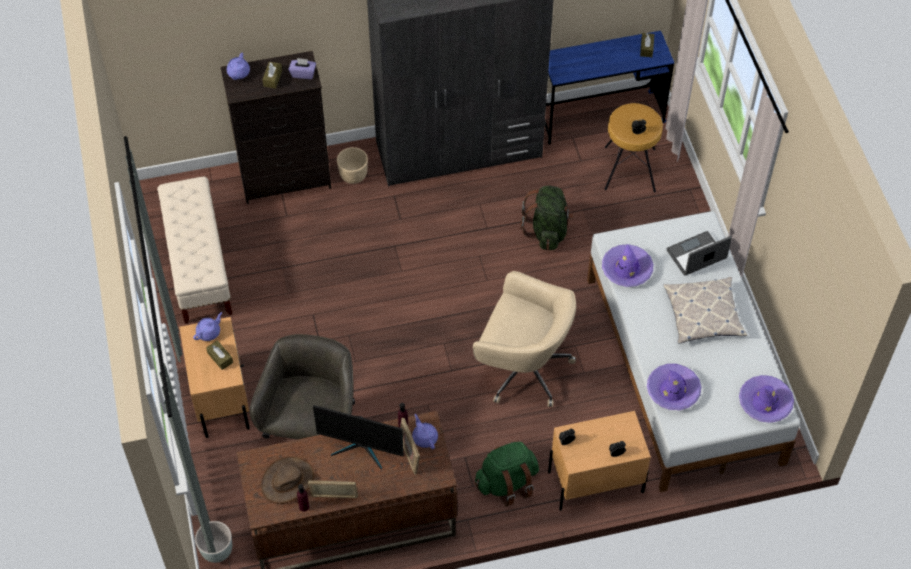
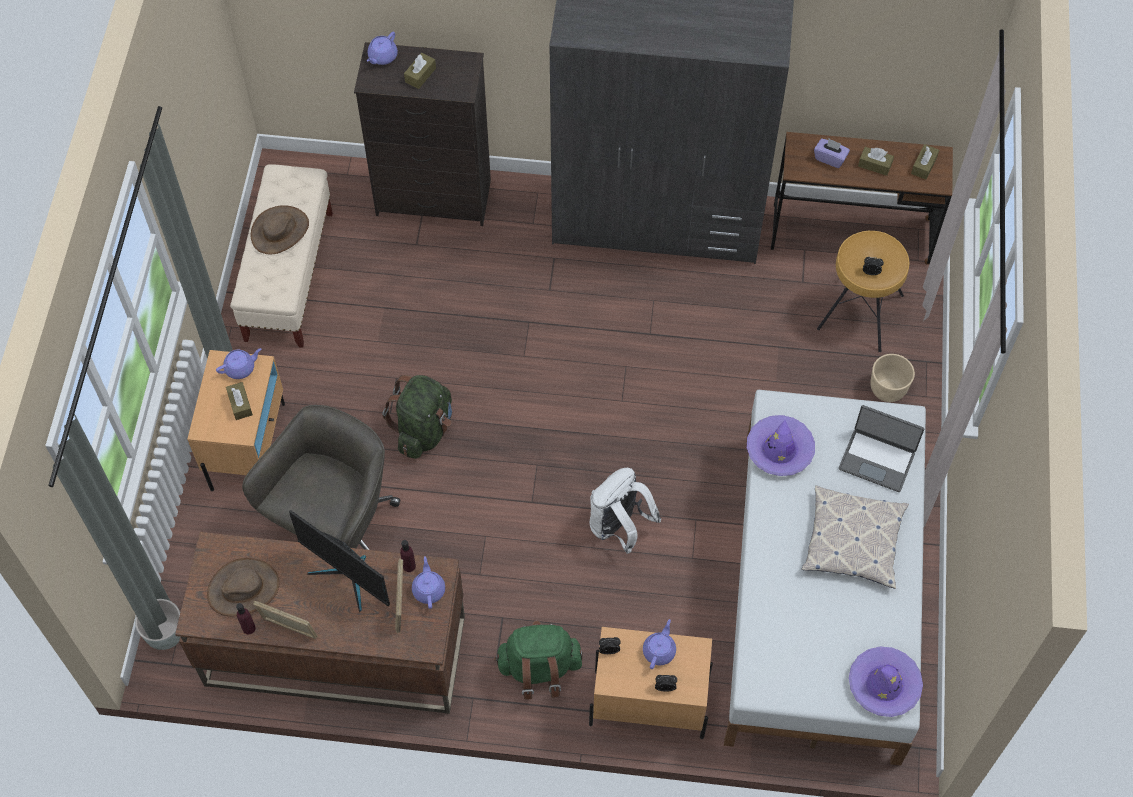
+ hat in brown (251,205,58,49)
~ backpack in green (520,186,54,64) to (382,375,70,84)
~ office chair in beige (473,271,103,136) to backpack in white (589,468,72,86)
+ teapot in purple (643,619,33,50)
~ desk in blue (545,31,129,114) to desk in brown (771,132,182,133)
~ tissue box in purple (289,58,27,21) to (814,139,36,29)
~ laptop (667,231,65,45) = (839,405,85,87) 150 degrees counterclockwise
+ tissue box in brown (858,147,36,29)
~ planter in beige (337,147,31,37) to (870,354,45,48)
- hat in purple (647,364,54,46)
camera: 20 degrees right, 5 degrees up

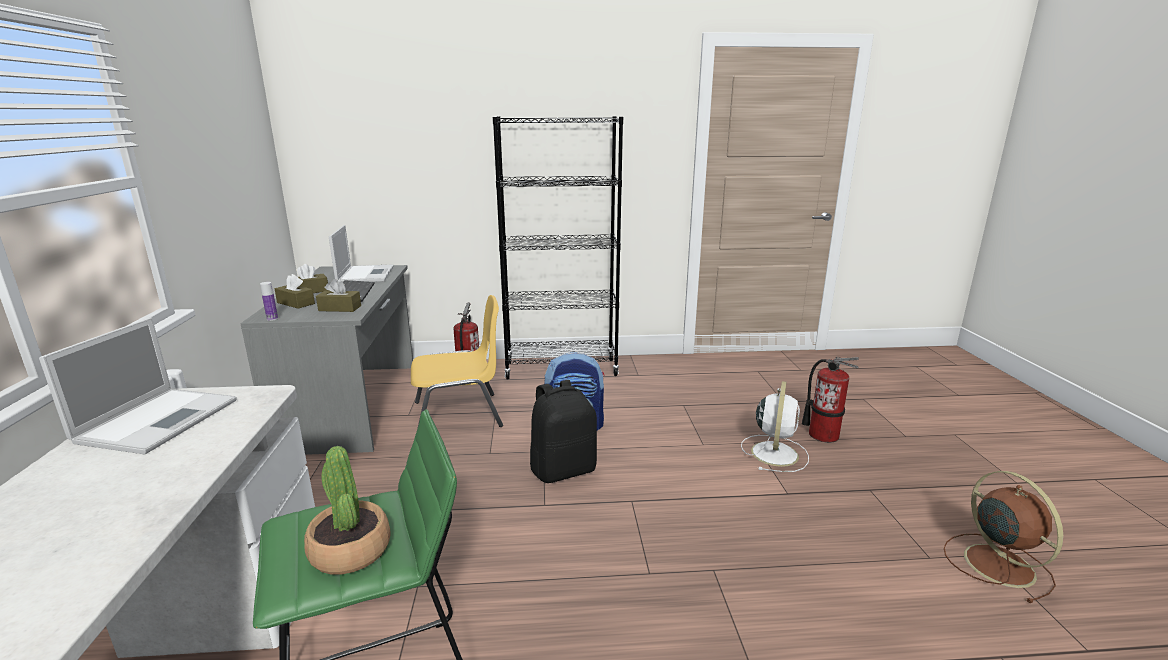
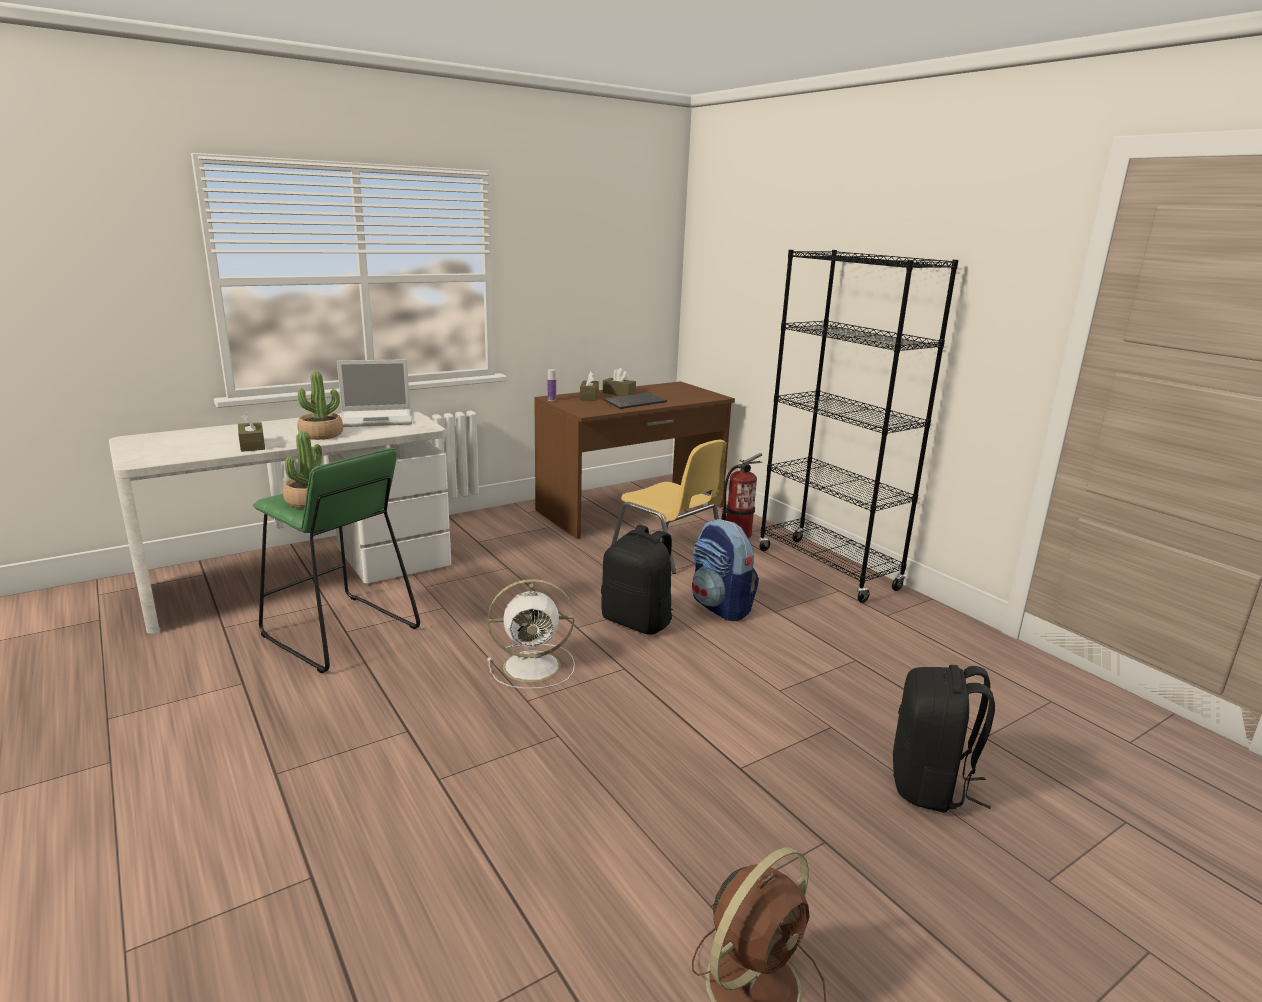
~ tissue box in brown (316,279,45,33) to (238,411,27,41)
+ potted plant (297,371,46,69)
~ fan in white (741,381,68,91) to (487,579,88,110)
~ desk in grey (240,265,173,190) to desk in brown (535,381,200,158)
~ fire extinguisher (802,357,57,86) to backpack in black (893,665,102,148)
- laptop (329,225,65,57)
camera: 60 degrees right, 0 degrees up

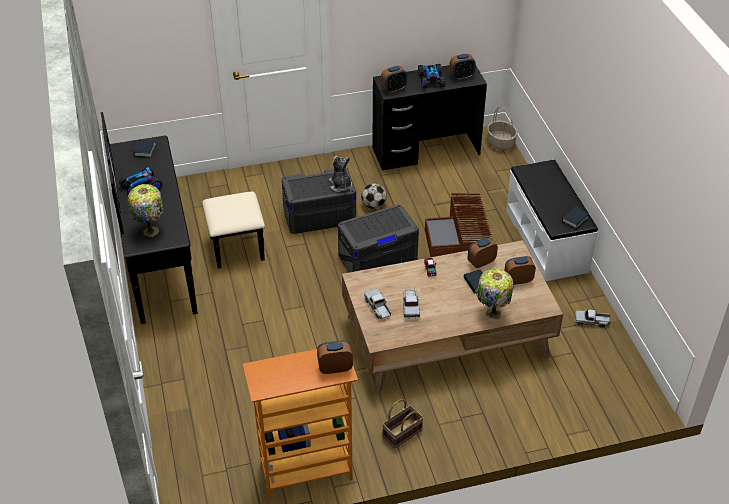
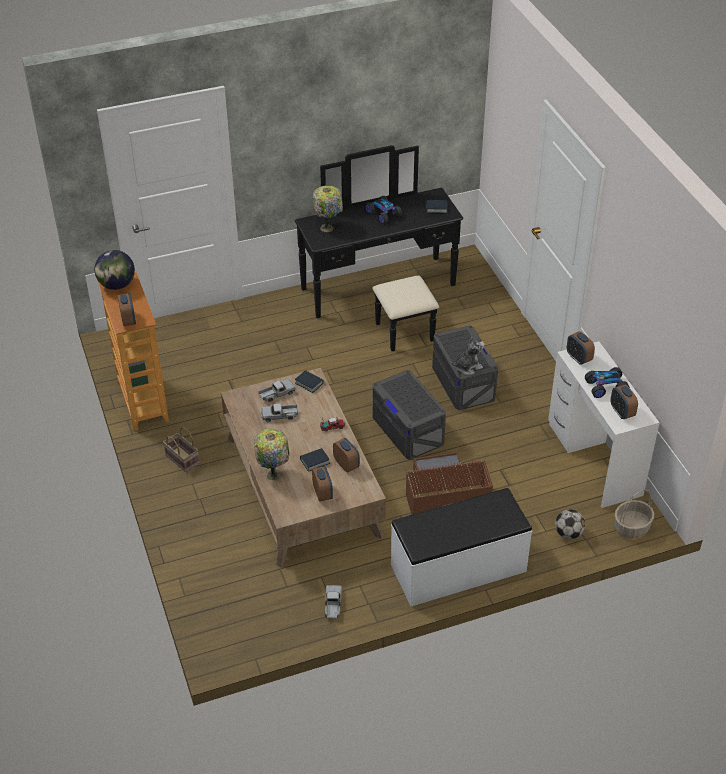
+ globe (95,250,40,40)
~ book (562,207,27,22) to (295,370,29,23)
~ desk in black (372,65,115,106) to desk in white (548,341,112,167)
~ football (361,183,26,26) to (555,509,30,31)
camera: 85 degrees right, 0 degrees up

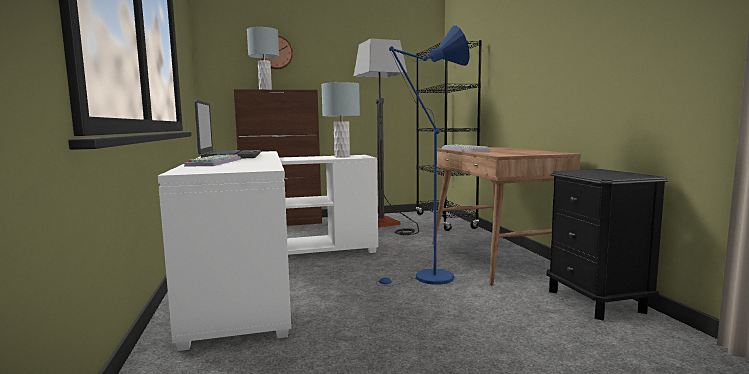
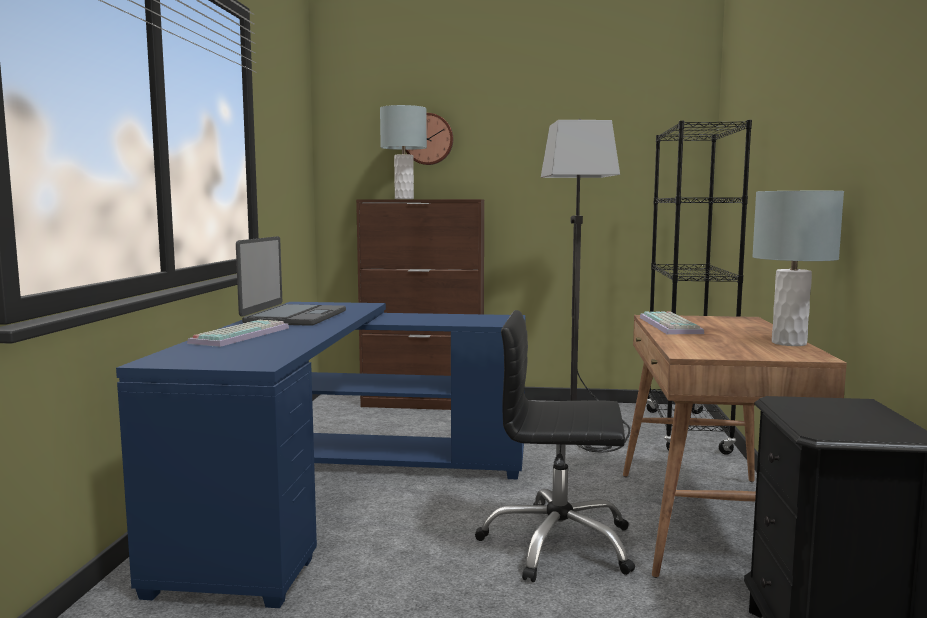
~ desk in white (158,151,220,200) to desk in blue (116,302,409,306)
~ floor lamp in blue (379,26,91,260) to office chair in black (475,310,160,272)
~ table lamp in grey (321,82,39,76) to (752,191,92,155)
camera: 20 degrees right, 0 degrees up

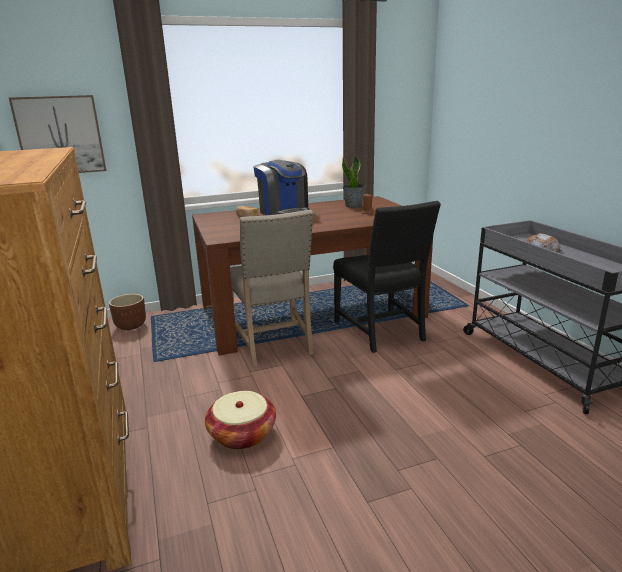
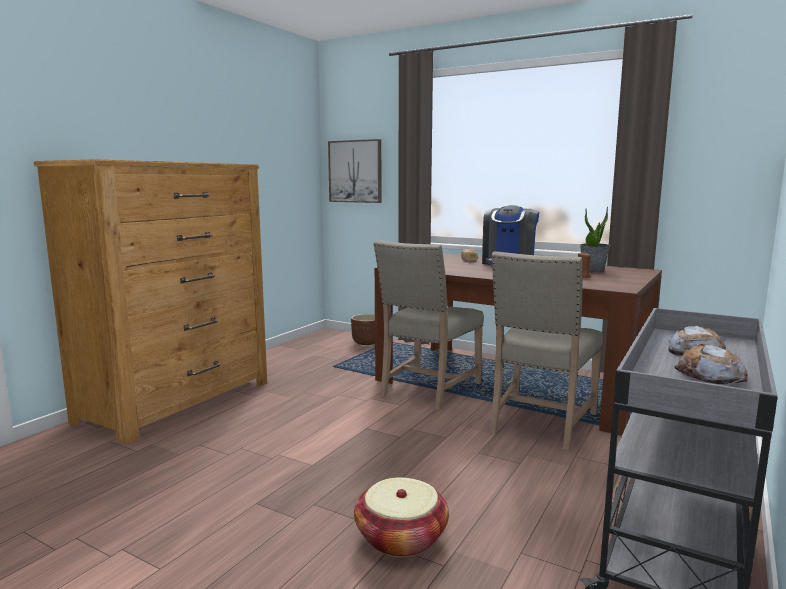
~ basket (205,391,71,59) to (354,478,95,79)
~ chair in black (333,201,108,152) to chair in beige (490,251,113,199)
+ bread (674,344,74,40)
camera: 50 degrees right, 10 degrees down

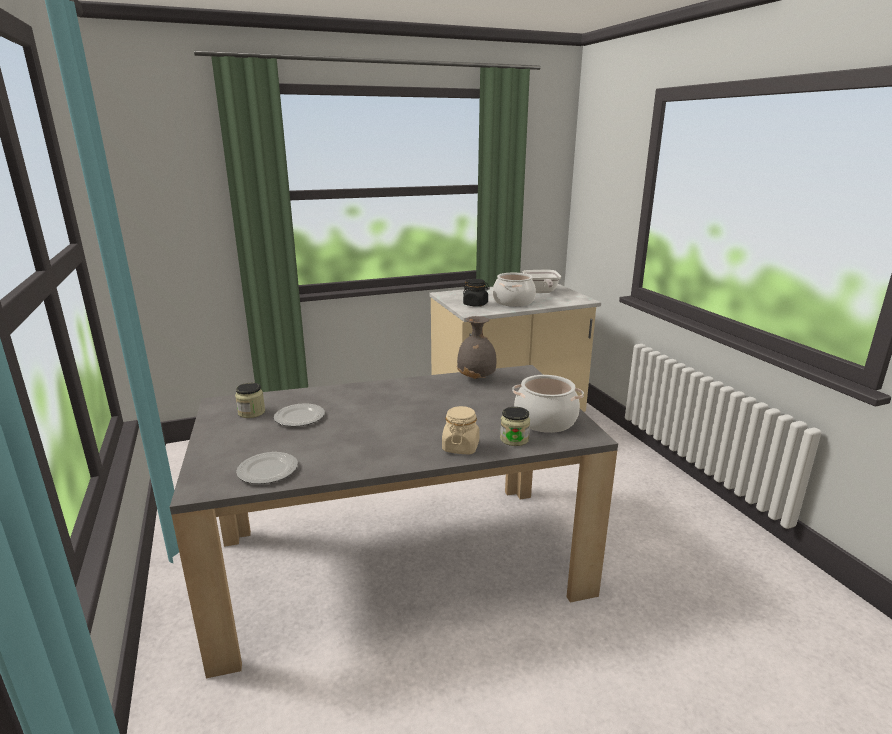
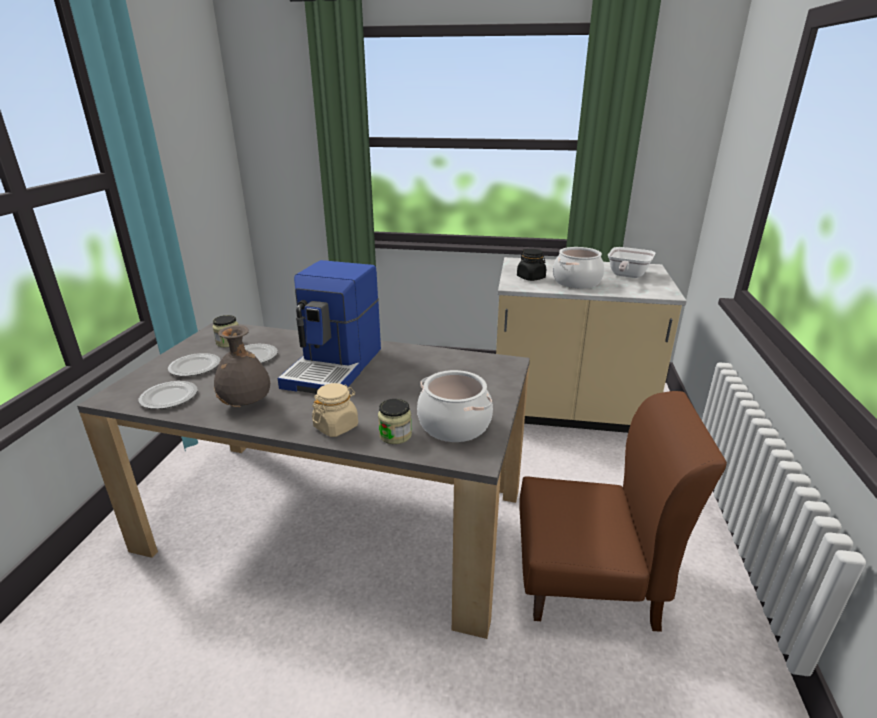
+ plate (168,353,53,23)
~ vase in grey (457,316,40,63) to (214,325,56,82)
+ coffee machine (277,260,104,134)
+ chair in brown (519,391,208,241)
camera: 30 degrees right, 5 degrees up

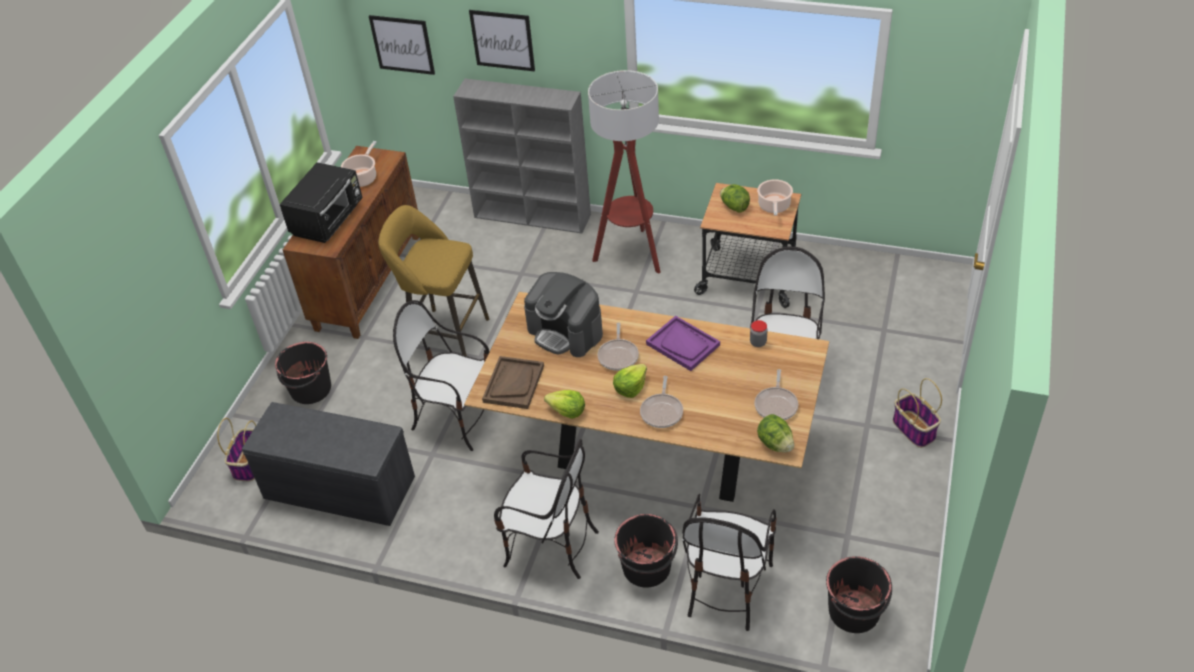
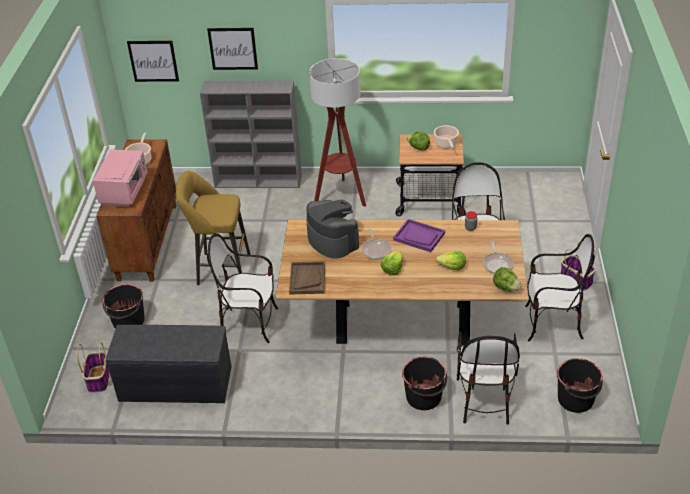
~ microwave in black (280,162,83,81) to microwave in pink (93,149,55,58)
~ coffee machine (524,272,79,85) = (306,199,53,60) 150 degrees counterclockwise
~ lettuce (544,390,41,29) to (436,251,30,20)
~ chair (494,439,105,140) to (525,234,69,107)
- frying pan (640,376,43,52)
camera: 15 degrees left, 5 degrees down

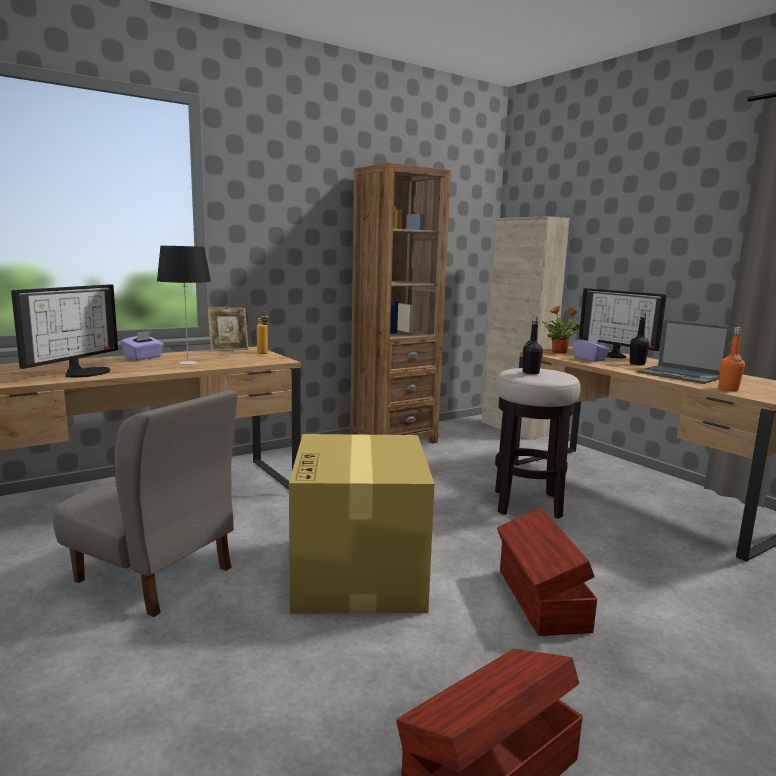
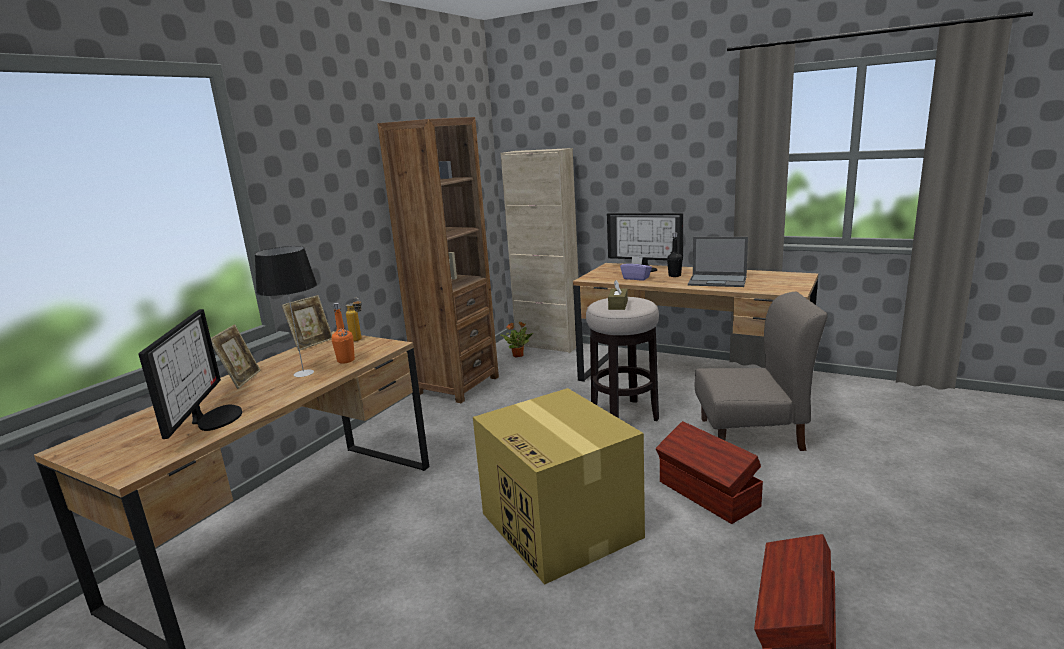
~ tissue box in purple (121,331,43,30) to picture frame (211,324,50,65)
~ bottle in orange (719,327,26,64) to (331,303,24,61)
~ potted plant (541,306,44,48) to (500,322,33,36)
~ bottle in black (523,316,20,58) to tissue box in brown (608,280,20,30)
~ chair in grey (53,390,184,227) to (695,292,133,159)
camera: 25 degrees left, 5 degrees up

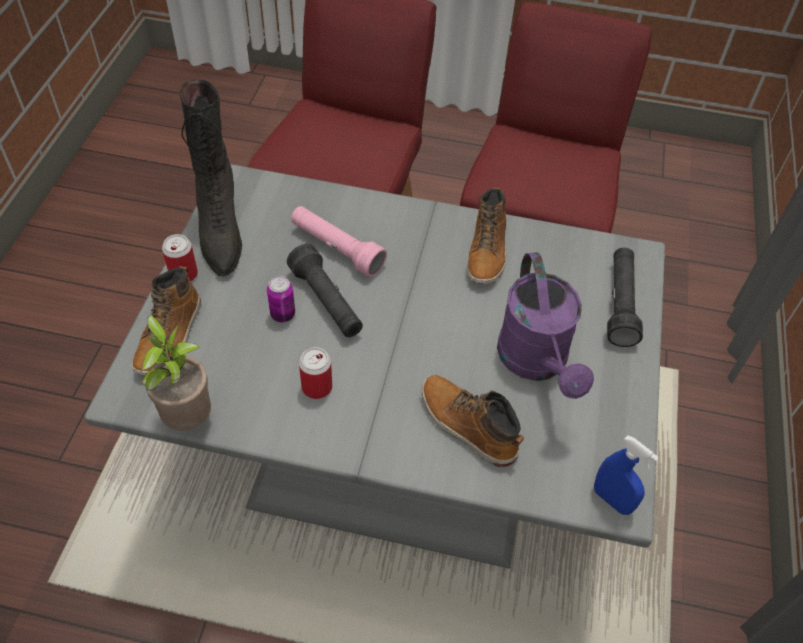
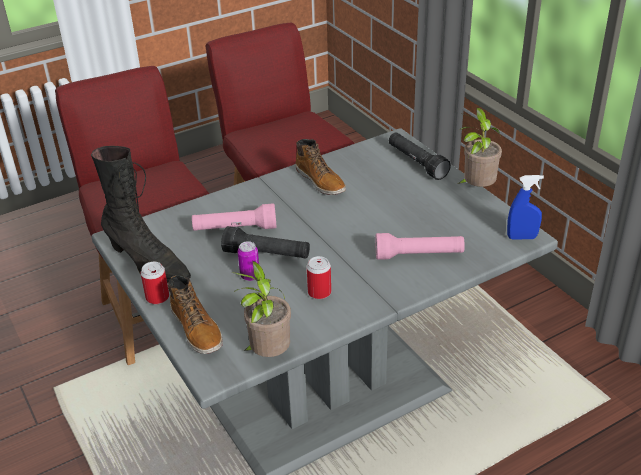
~ boot (422,375,102,92) to flashlight in pink (375,233,90,27)
+ potted plant (458,108,44,79)
- watering can in purple (497,252,97,147)
camera: 40 degrees left, 15 degrees down

